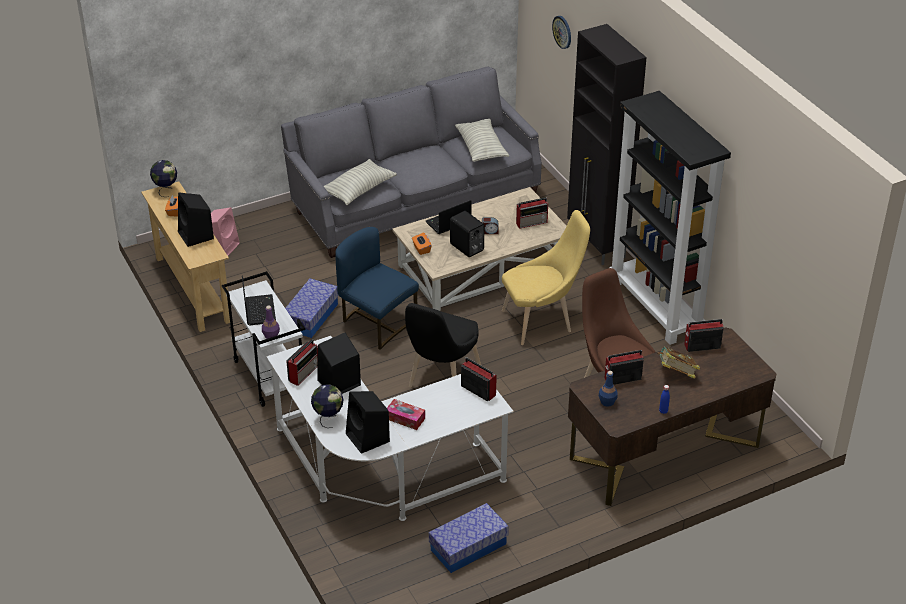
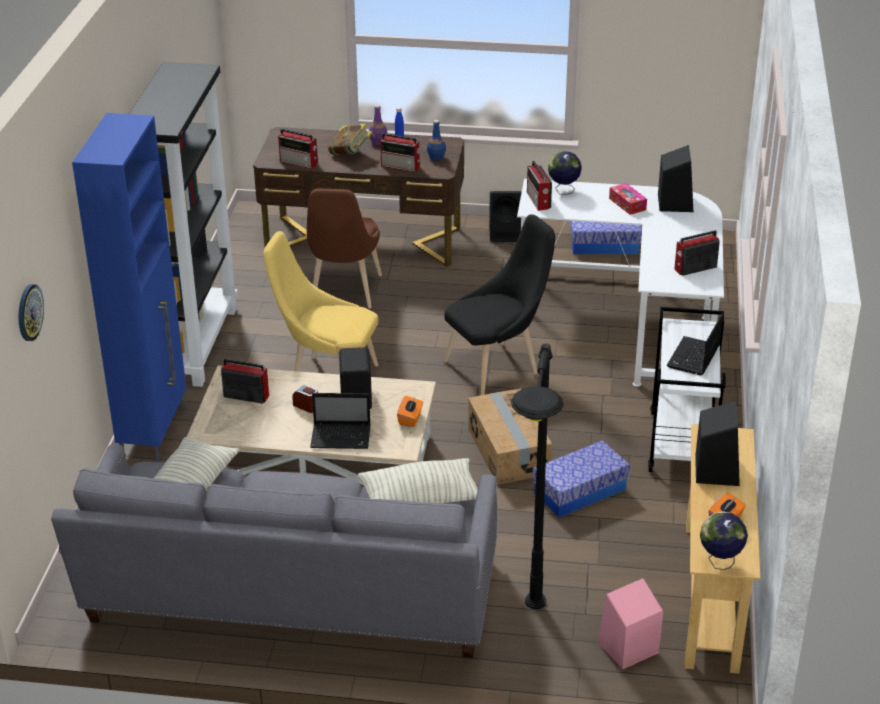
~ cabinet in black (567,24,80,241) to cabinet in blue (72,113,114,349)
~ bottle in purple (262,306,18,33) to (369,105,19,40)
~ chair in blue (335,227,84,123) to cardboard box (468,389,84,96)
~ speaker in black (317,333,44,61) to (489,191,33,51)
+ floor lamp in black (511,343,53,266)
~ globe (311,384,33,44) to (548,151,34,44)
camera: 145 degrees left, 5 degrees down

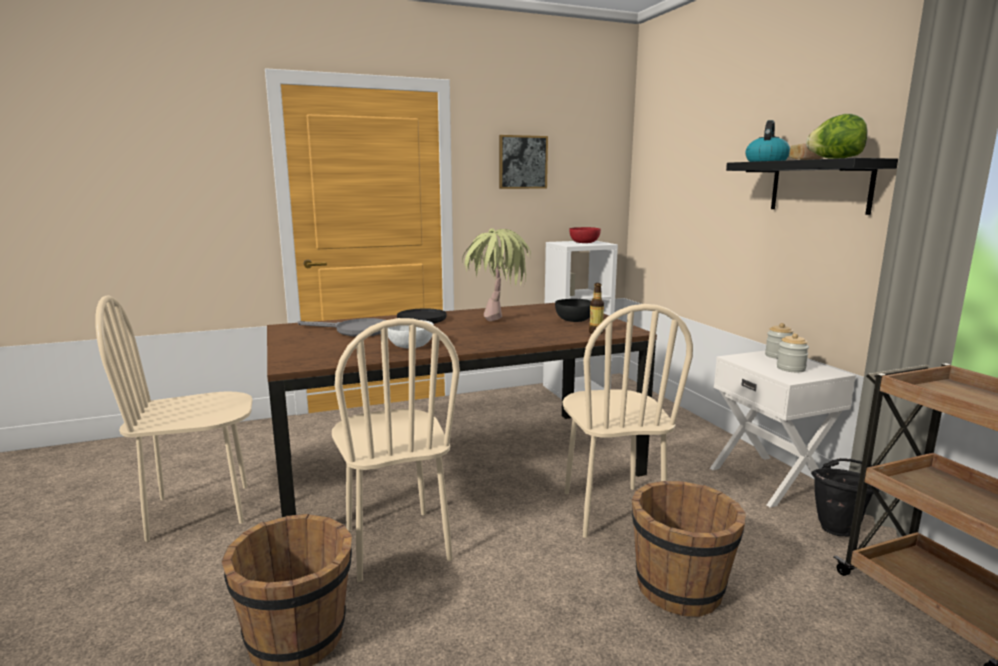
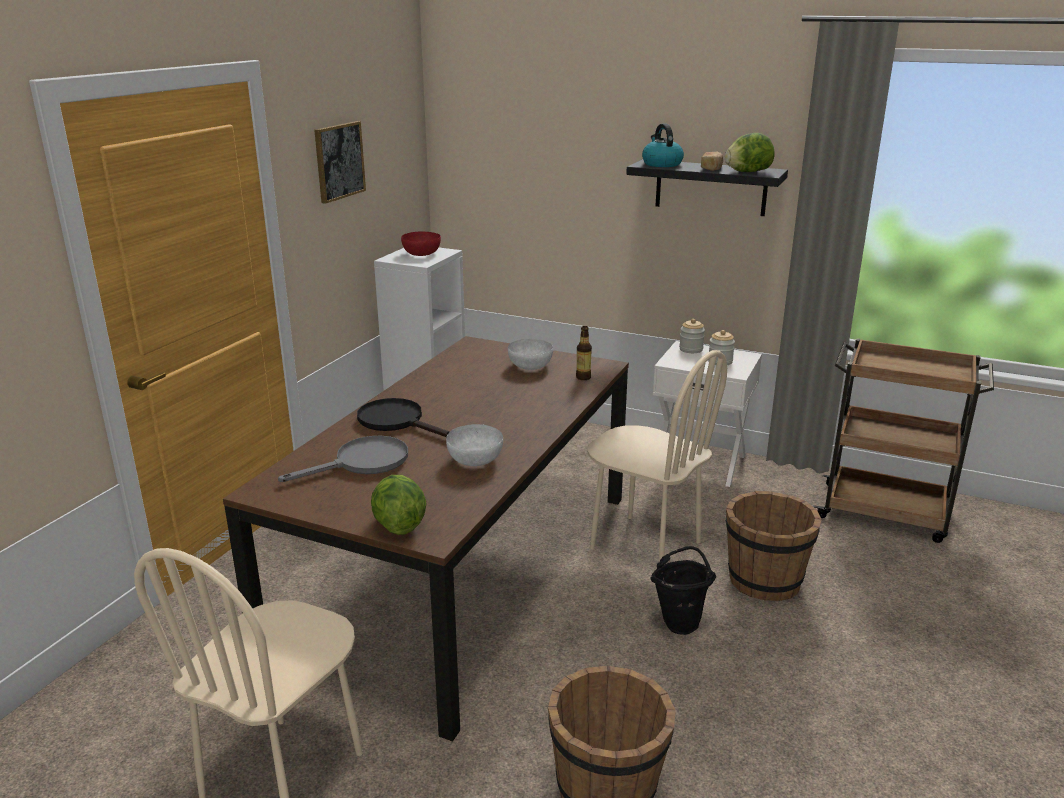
+ lettuce (371,475,56,60)
~ bowl in black (555,299,36,23) to bowl in white (508,339,45,31)
~ bucket in black (811,458,69,78) to (650,546,66,89)
- chair in beige (332,318,128,264)
- potted plant (462,229,69,92)
camera: 45 degrees left, 10 degrees up

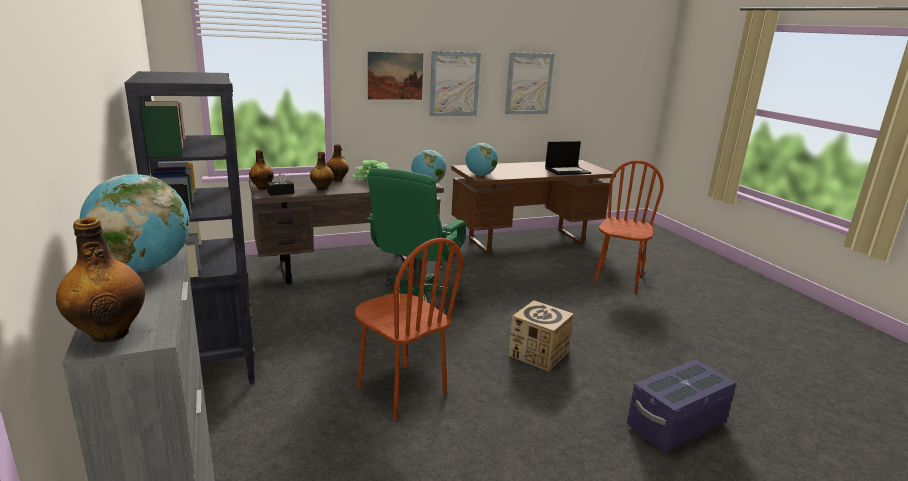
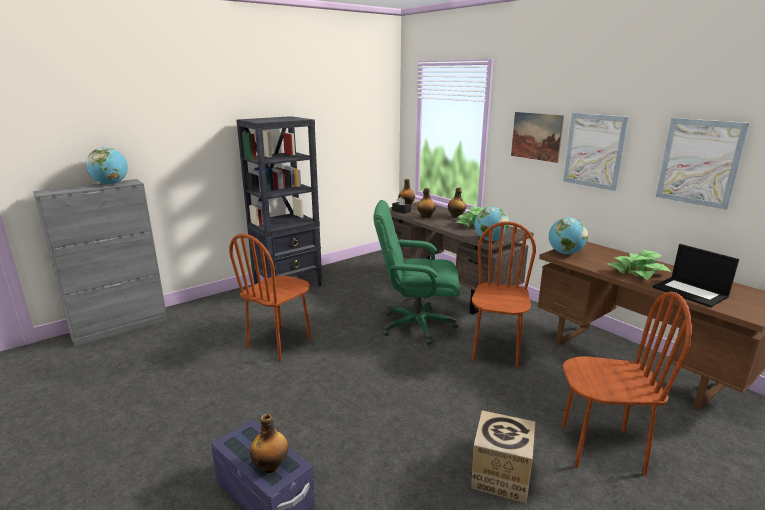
~ bottle (56,217,89,125) to (250,414,38,59)
~ cardboard box (508,300,66,71) to (471,410,64,94)
+ chair in brown (472,221,64,147)
+ potted plant (608,250,63,30)
camera: 75 degrees right, 0 degrees up

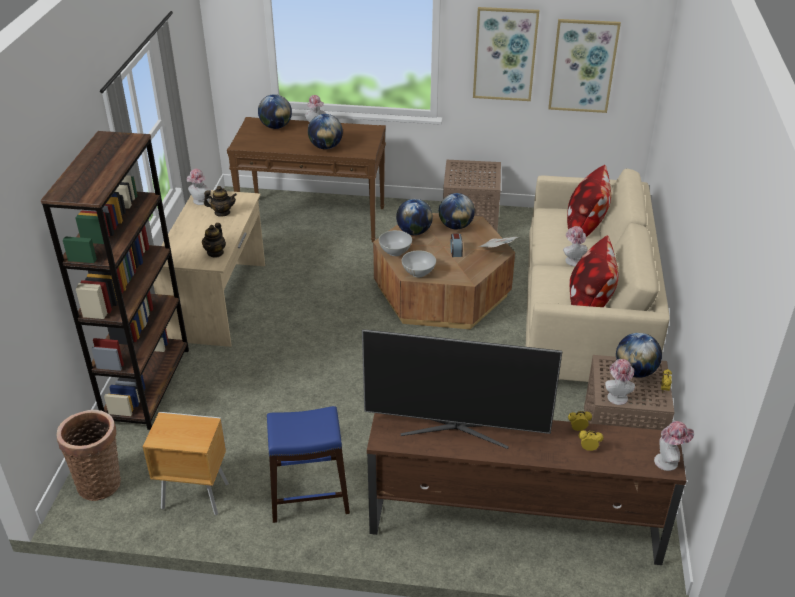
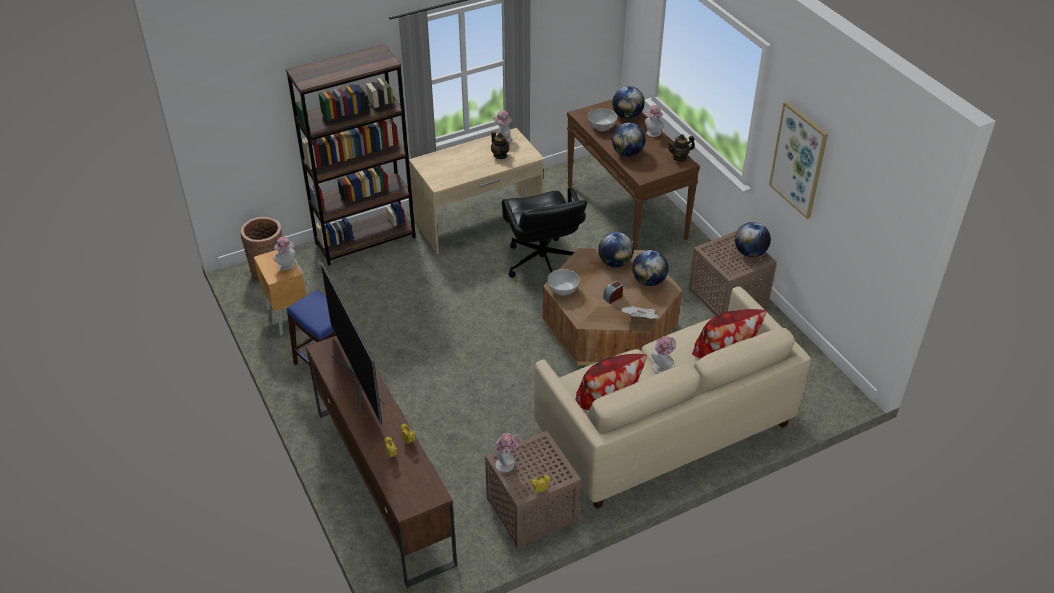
~ hat (654,421,40,50) to (273,237,22,33)
+ office chair in black (502,187,85,91)
~ bowl in white (379,230,33,26) to (588,108,29,23)
~ teapot (202,223,24,35) to (667,134,28,28)
~ globe (616,333,46,45) to (735,222,36,35)
- picture (548,19,73,94)
camera: 55 degrees right, 5 degrees up

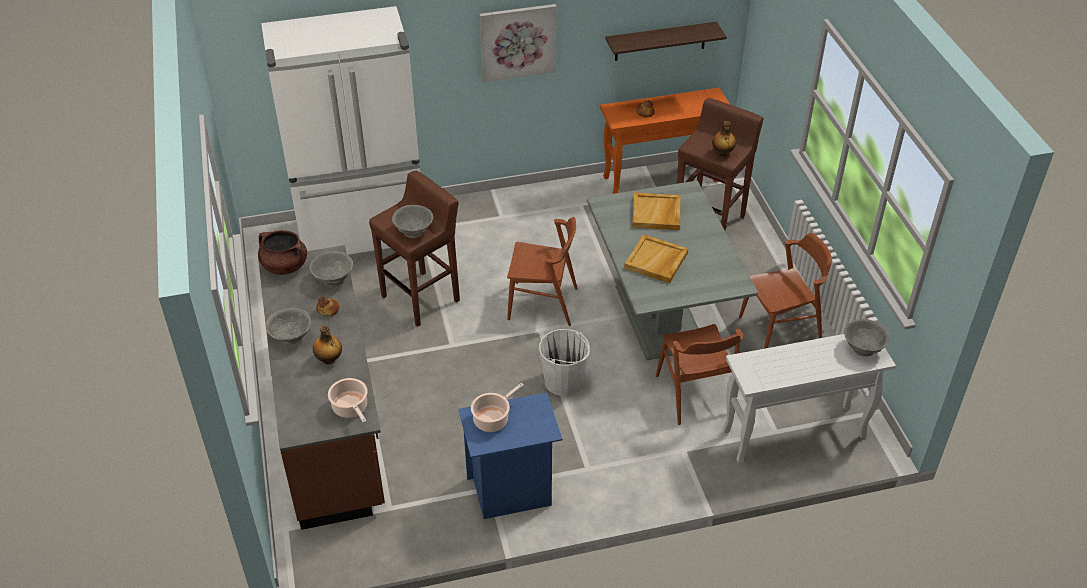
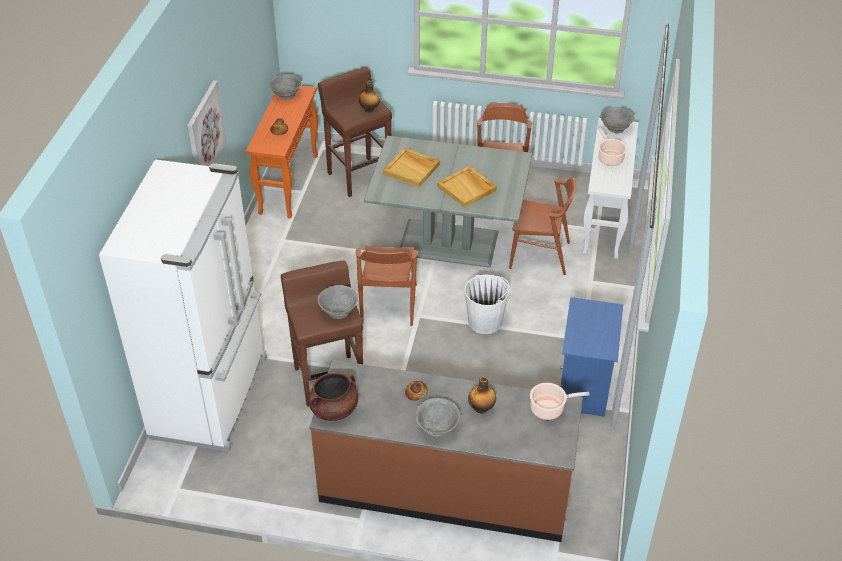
~ bowl in grey (309,251,44,36) to (269,74,33,26)
~ chair in brown (507,217,71,109) = (356,245,61,81) 150 degrees clockwise
~ cooking pot (471,383,53,49) to (598,128,29,38)
- shelf (605,22,122,39)
camera: 65 degrees left, 0 degrees up

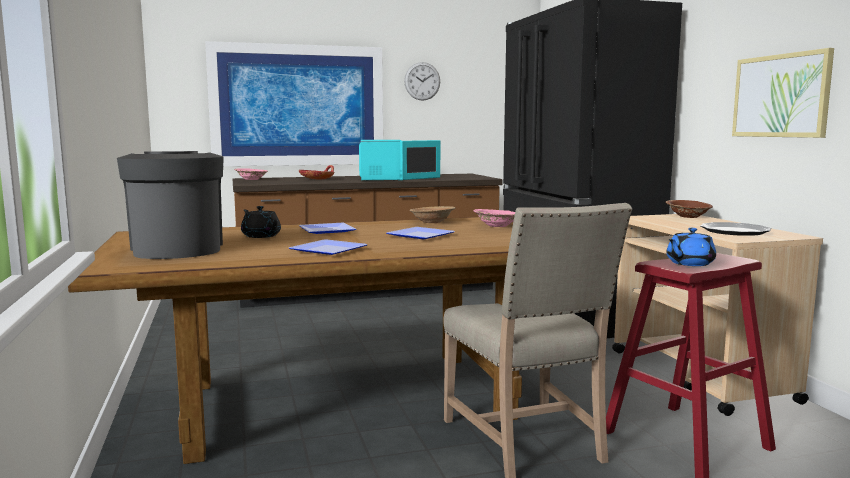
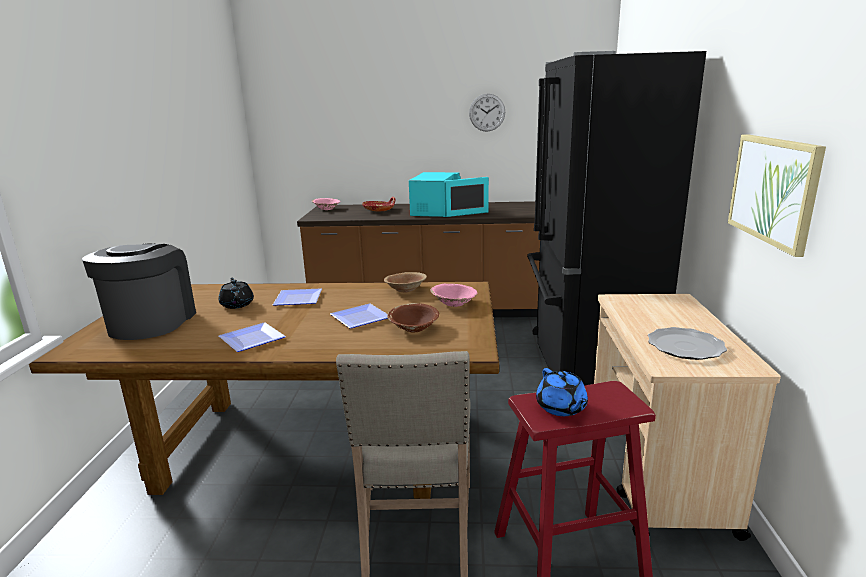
~ bowl in brown (666,200,47,18) to (387,303,52,30)
~ teapot in blue (666,228,50,38) = (536,368,52,48) 90 degrees counterclockwise
- picture (205,41,178,125)
camera: 20 degrees right, 10 degrees up

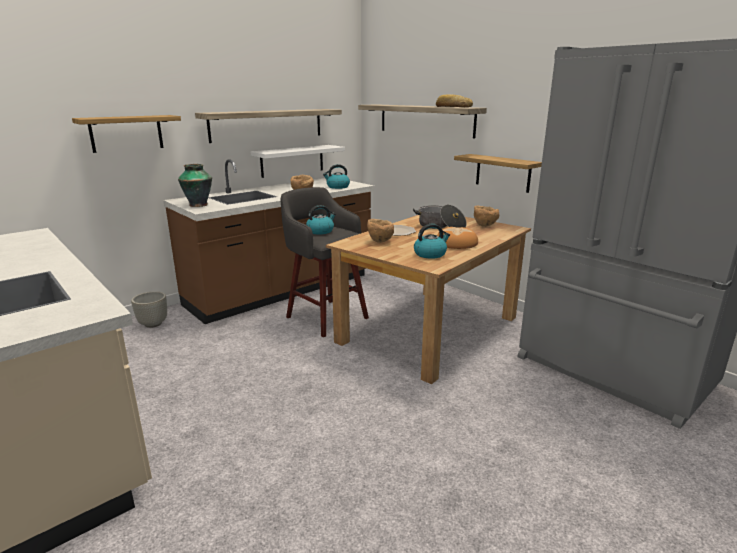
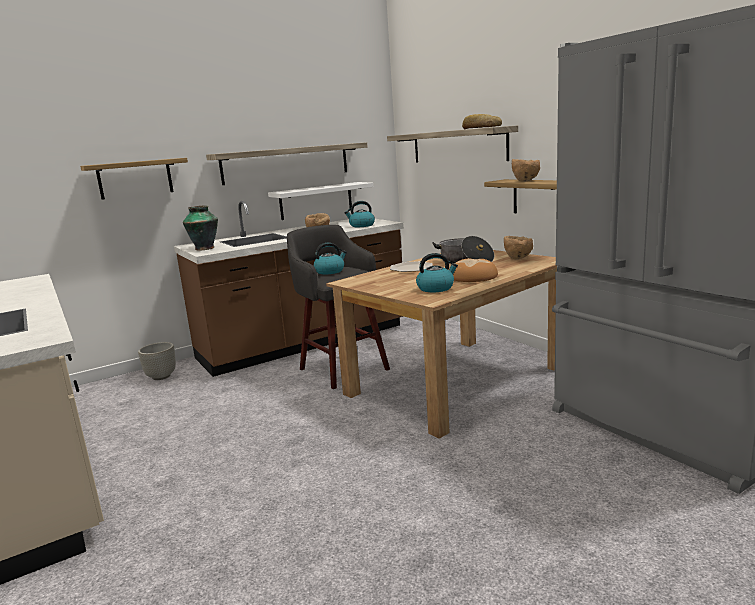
~ bowl in brown (367,219,27,24) to (512,159,28,23)
camera: 10 degrees right, 5 degrees down

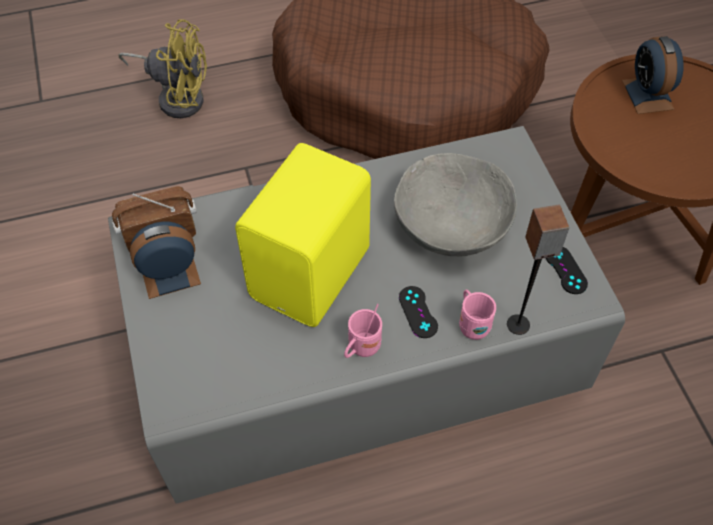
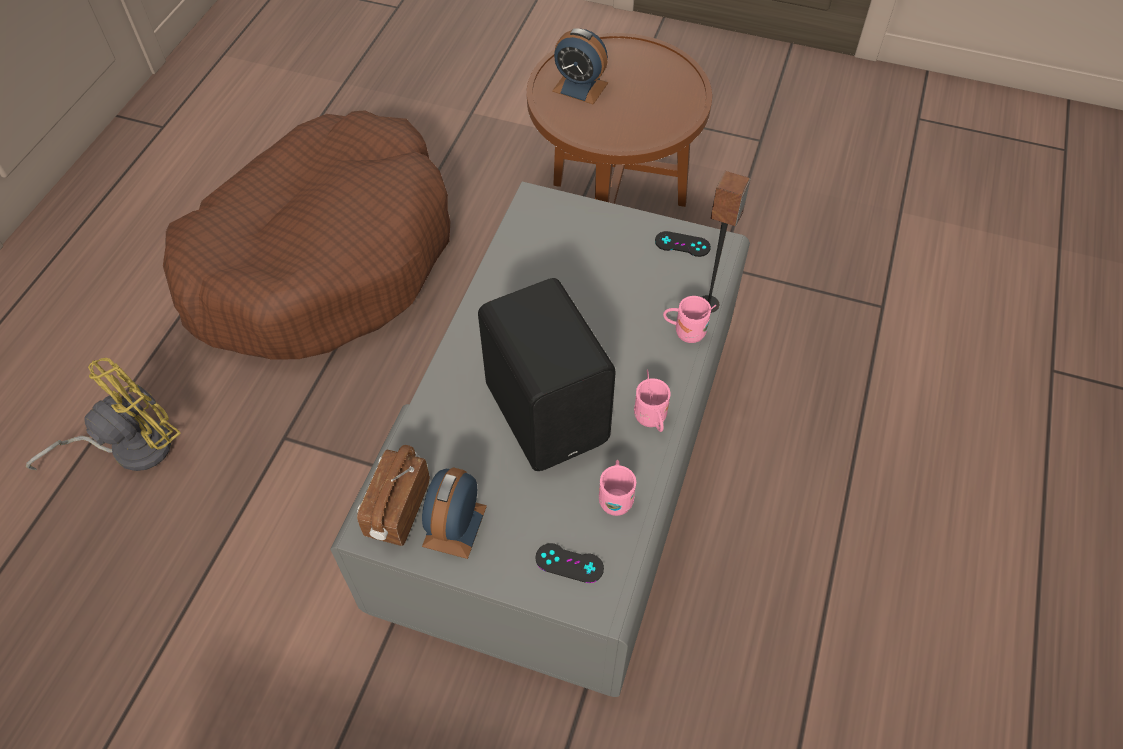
~ speaker in yellow (235,143,136,184) to speaker in black (478,278,138,193)
~ game controller in black (399,286,39,52) to (536,543,68,40)
+ mug in pink (599,460,37,56)
- bowl in grey (394,153,123,103)
camera: 55 degrees left, 0 degrees up

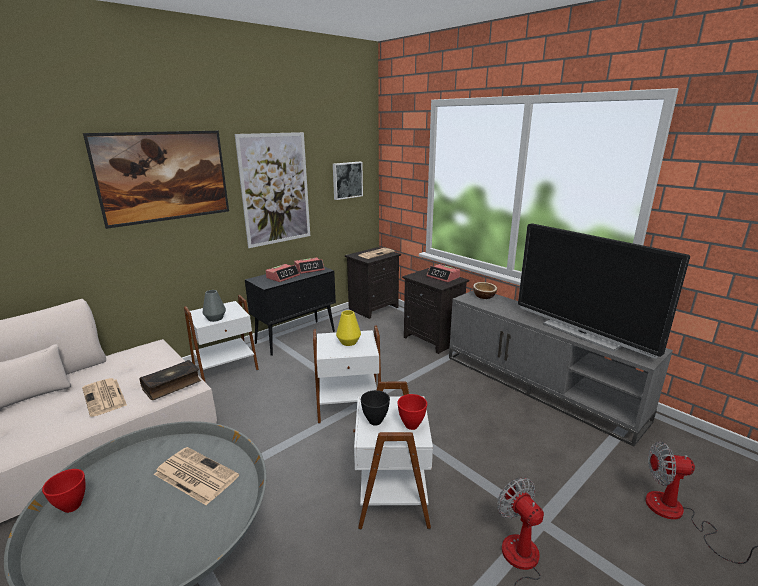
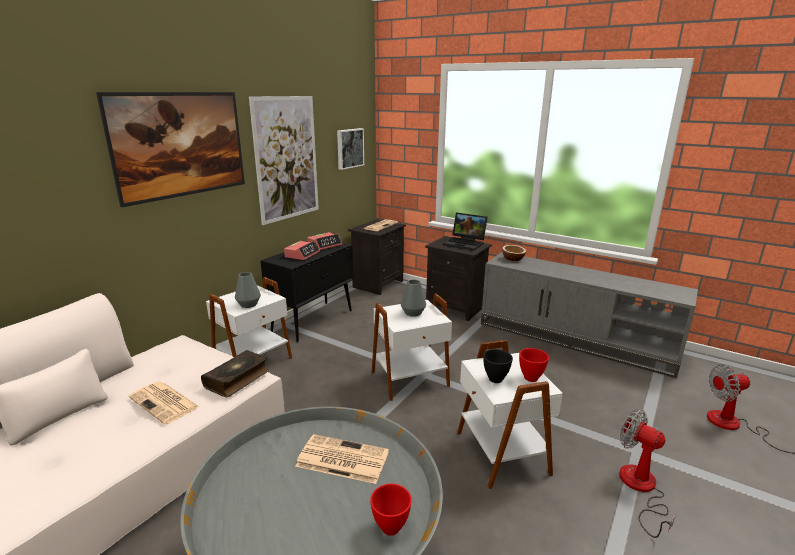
~ bowl in red (42,469,44,44) to (370,484,42,52)
~ vase in yellow (336,310,25,36) to vase in grey (401,279,25,38)
~ alarm clock (427,264,33,18) to laptop (443,212,45,39)
- television (518,223,172,136)
camera: 15 degrees left, 0 degrees up

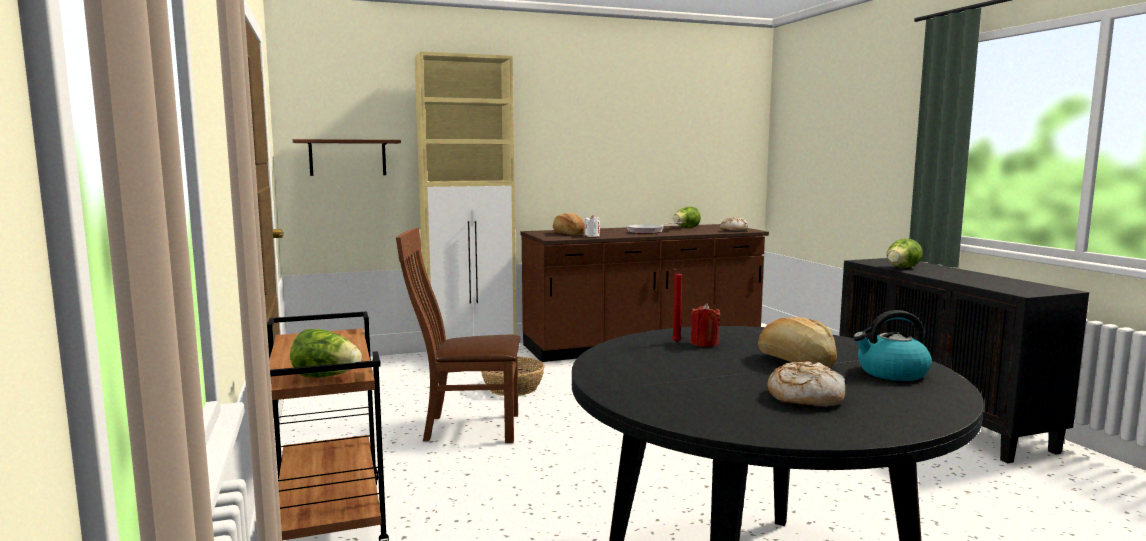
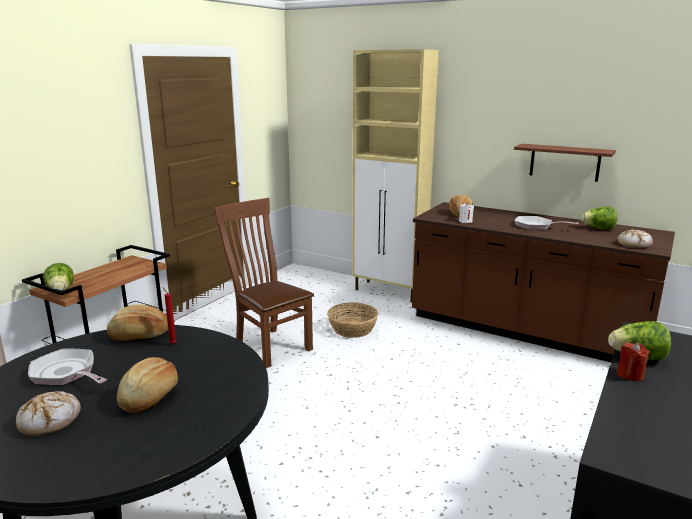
+ frying pan (28,349,79,36)
+ bread (107,304,61,36)
~ shelf in brown (293,139,108,37) to (514,144,102,38)
~ candle in red (690,303,30,44) to (617,342,33,39)
- kettle (853,310,79,71)
camera: 50 degrees right, 10 degrees up

